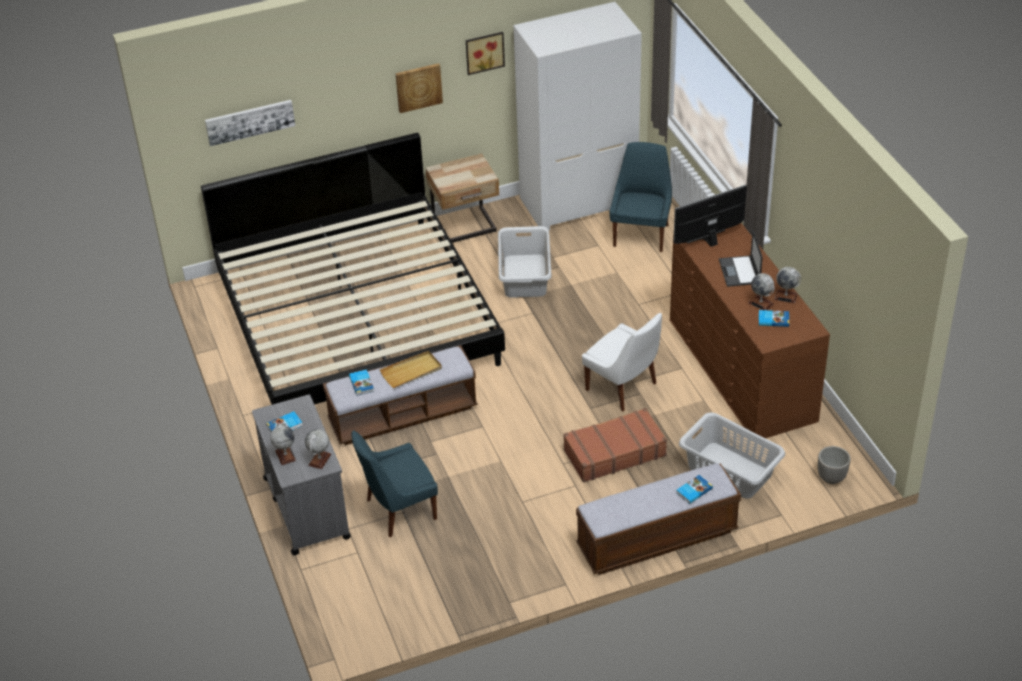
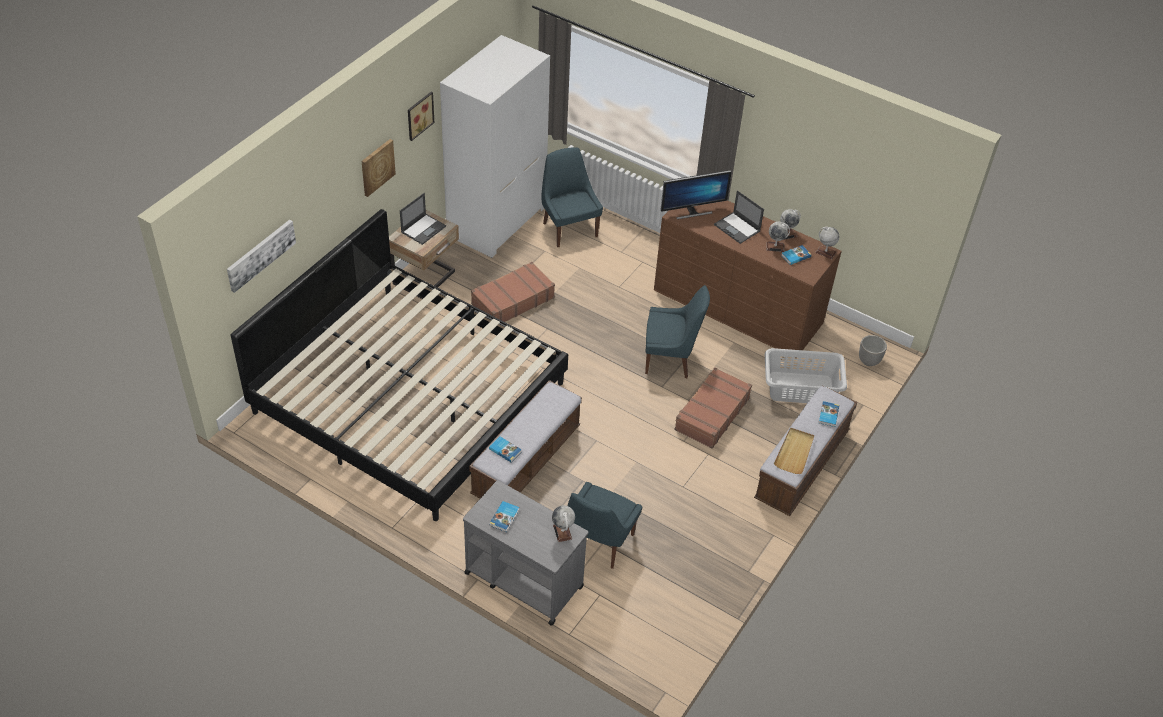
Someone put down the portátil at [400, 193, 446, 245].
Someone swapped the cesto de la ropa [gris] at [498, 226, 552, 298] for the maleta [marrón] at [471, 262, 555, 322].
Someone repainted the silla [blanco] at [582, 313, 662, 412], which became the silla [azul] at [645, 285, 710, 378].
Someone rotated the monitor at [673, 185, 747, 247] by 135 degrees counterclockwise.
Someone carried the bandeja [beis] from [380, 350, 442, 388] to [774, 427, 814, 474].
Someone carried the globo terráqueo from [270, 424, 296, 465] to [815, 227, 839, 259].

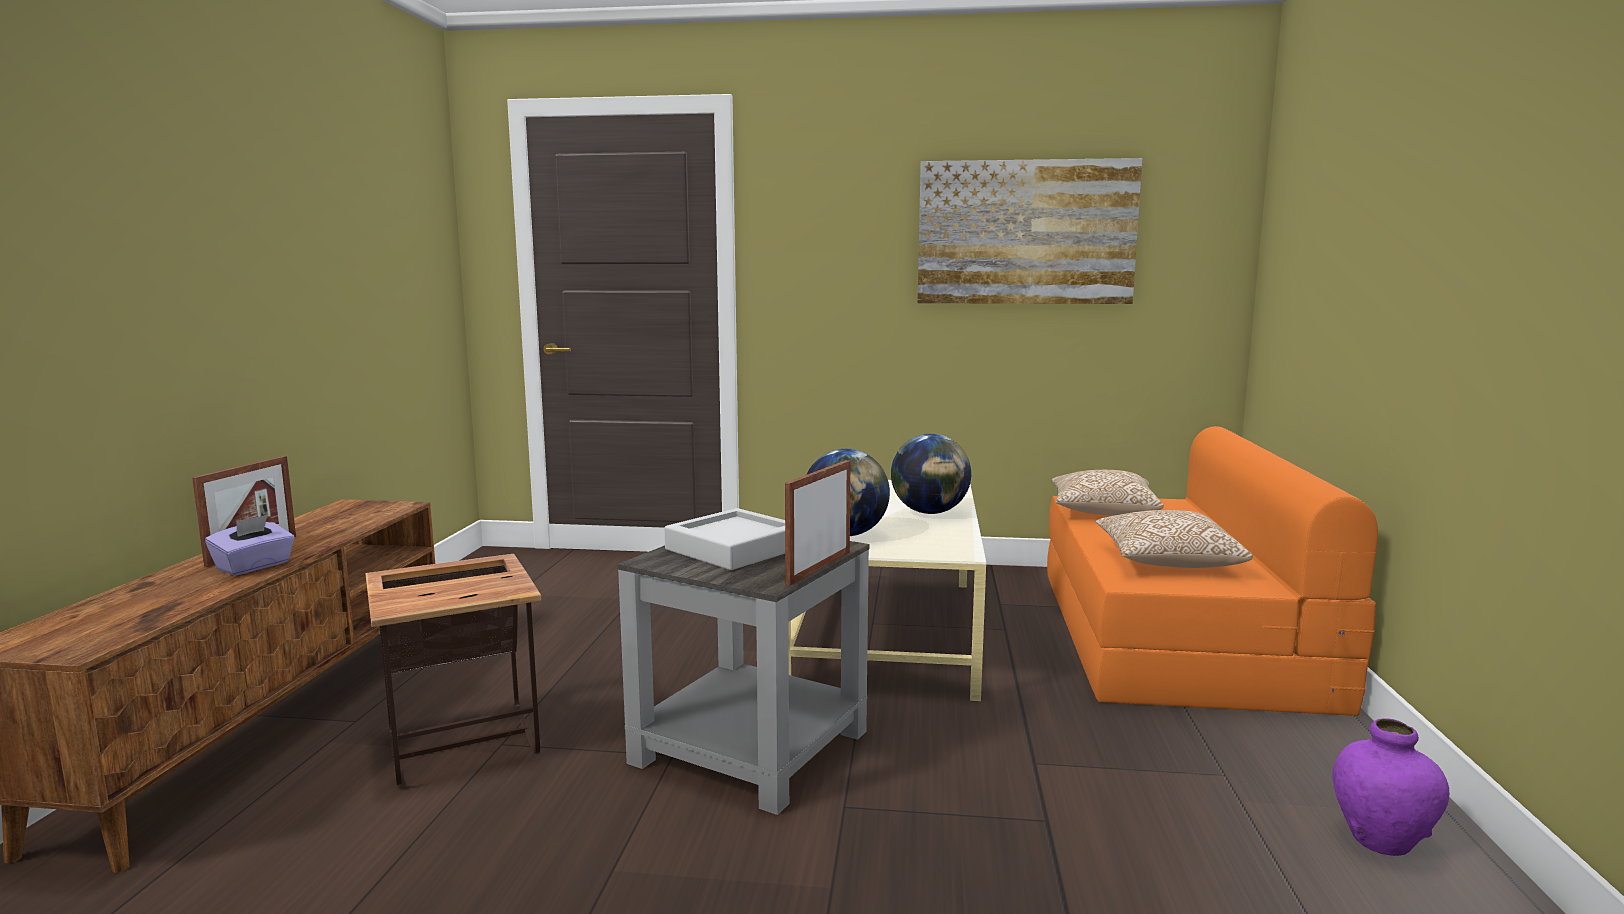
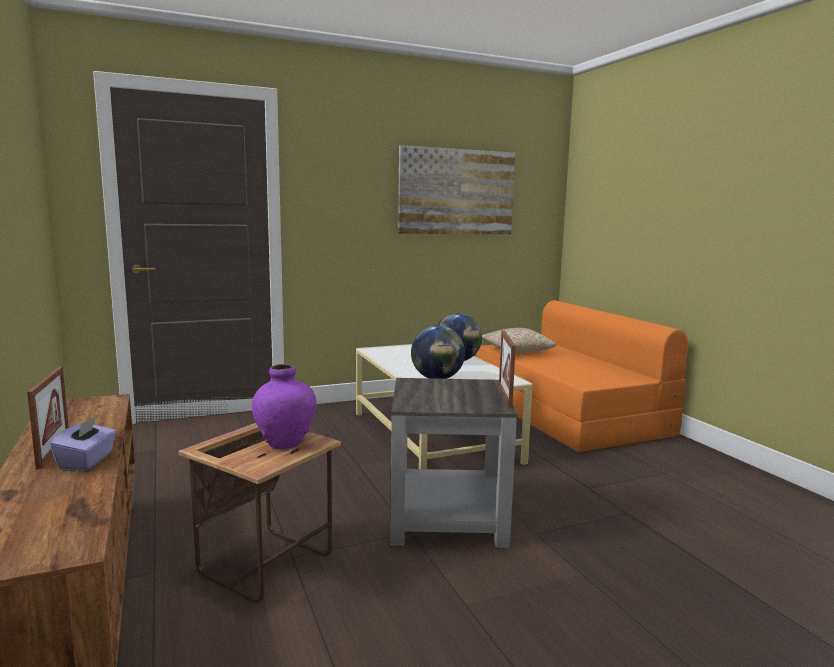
Someone carried the florero [morado] from [1332, 718, 1450, 856] to [252, 364, 316, 449].
Someone took away the bandeja [gris] at [664, 508, 785, 570].
Someone took away the cojín at [1096, 510, 1253, 568].

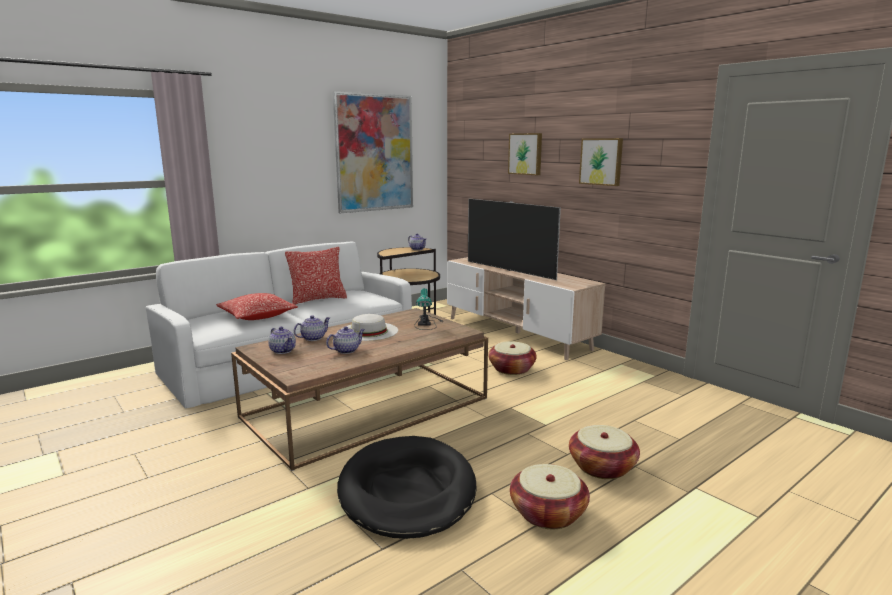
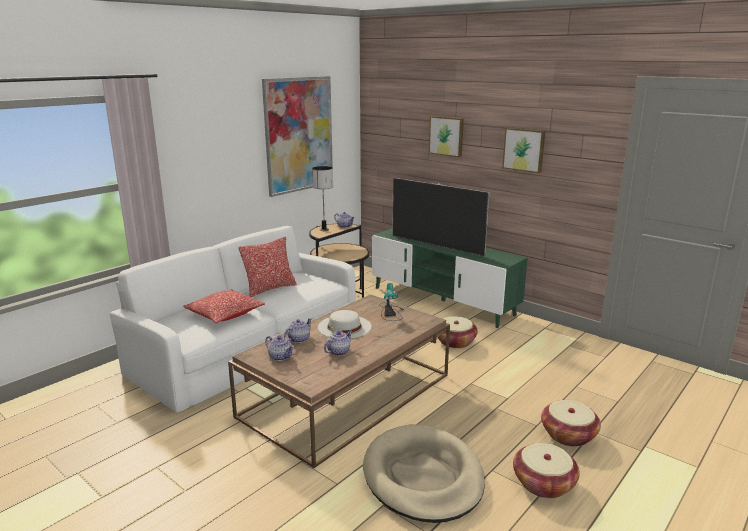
Someone put down the lámpara de mesa at [312, 166, 333, 231].
Someone repainted the cama para perro [negro] at [337, 436, 476, 539], which became the cama para perro [beis] at [363, 424, 485, 523].
Someone repainted the mueble de televisión [beis] at [447, 257, 605, 360], which became the mueble de televisión [verde] at [372, 229, 528, 328].

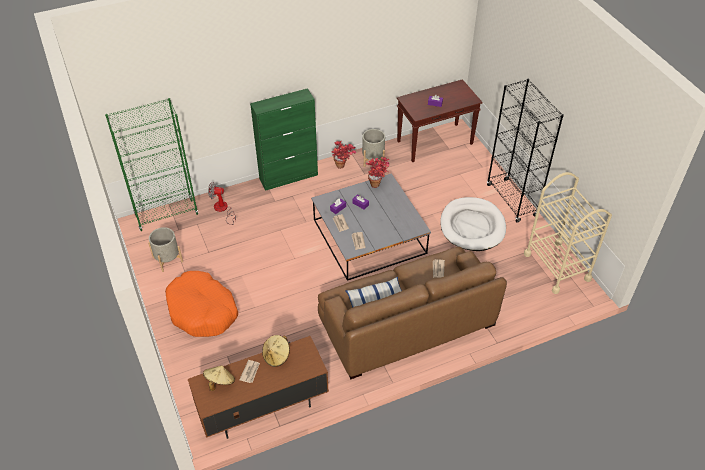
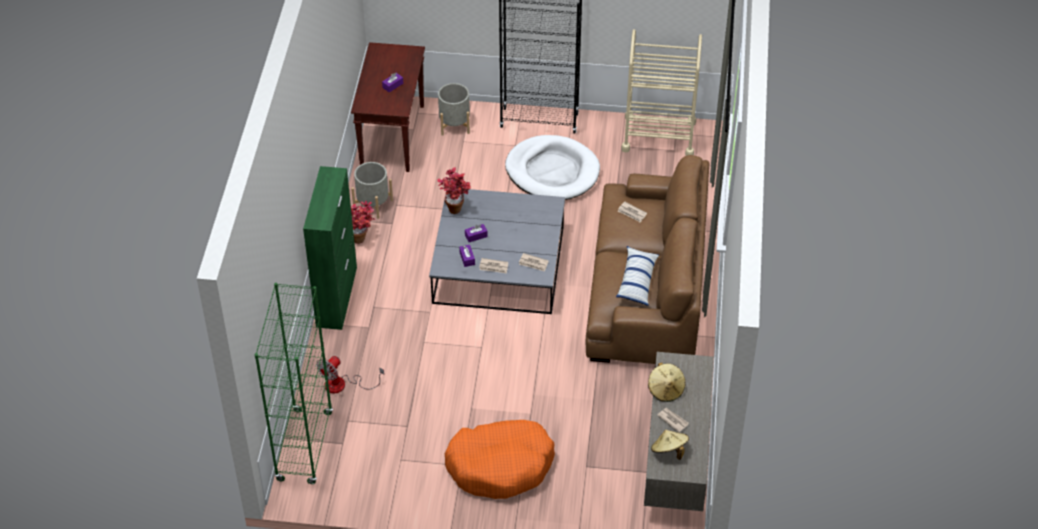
Someone carried the maceta [gris] from [148, 227, 183, 272] to [438, 83, 470, 136].
Someone repainted the mueble de televisión [marrón] at [188, 336, 329, 439], which became the mueble de televisión [gris] at [644, 352, 714, 511].

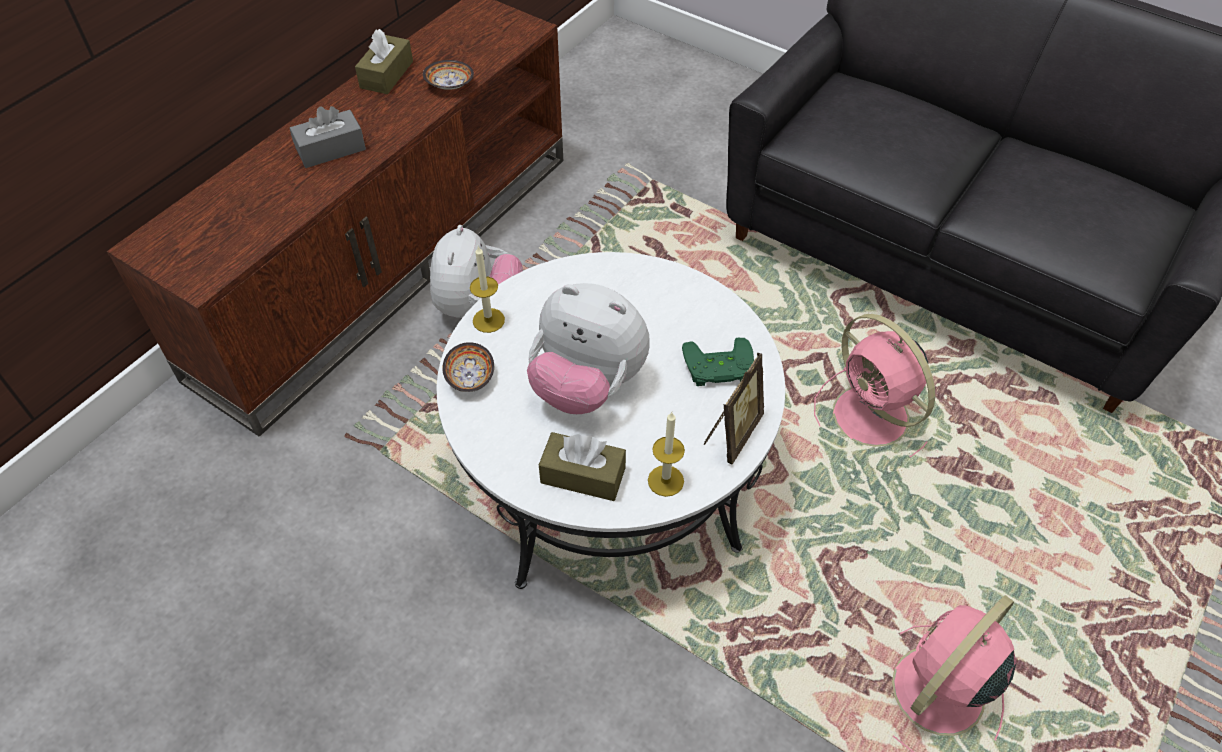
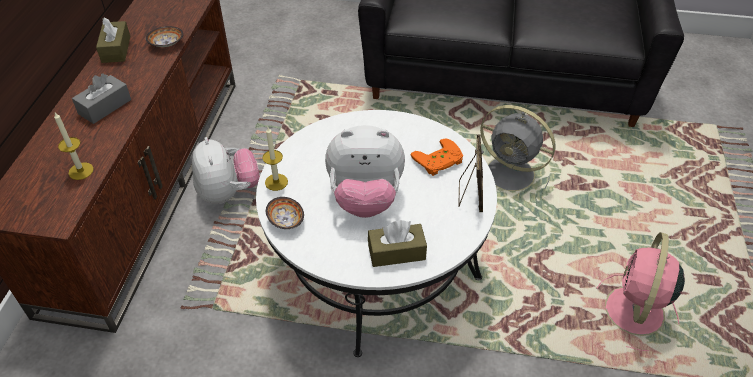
Someone carried the vela from [648, 412, 685, 497] to [54, 113, 94, 180].
Someone repainted the mando de consola [verde] at [682, 338, 754, 386], which became the mando de consola [naranja] at [410, 138, 463, 176].
Someone repainted the ventilador [rosa] at [814, 314, 935, 457], which became the ventilador [gris] at [480, 105, 555, 191].

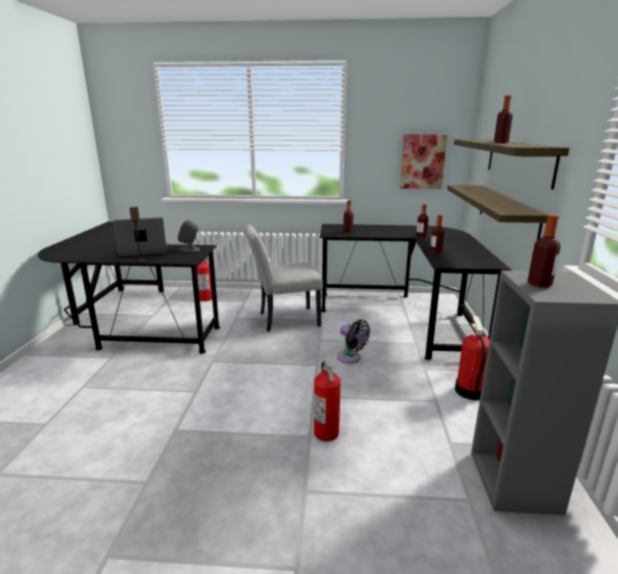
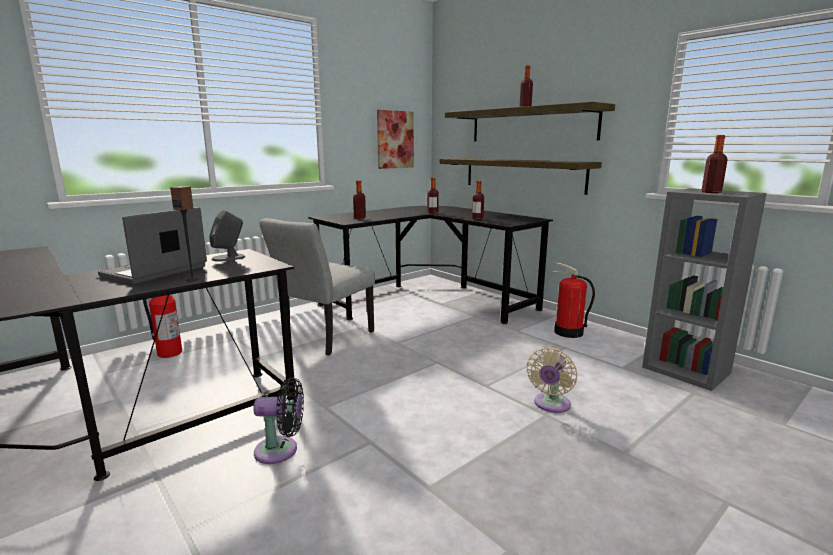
Someone carried the ventilador [negro] from [337, 320, 370, 364] to [253, 377, 304, 464].
Someone swapped the extintor at [314, 361, 341, 441] for the ventilador [beis] at [527, 348, 577, 413].

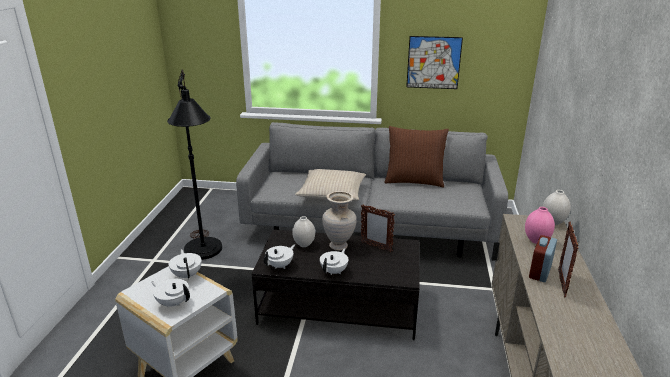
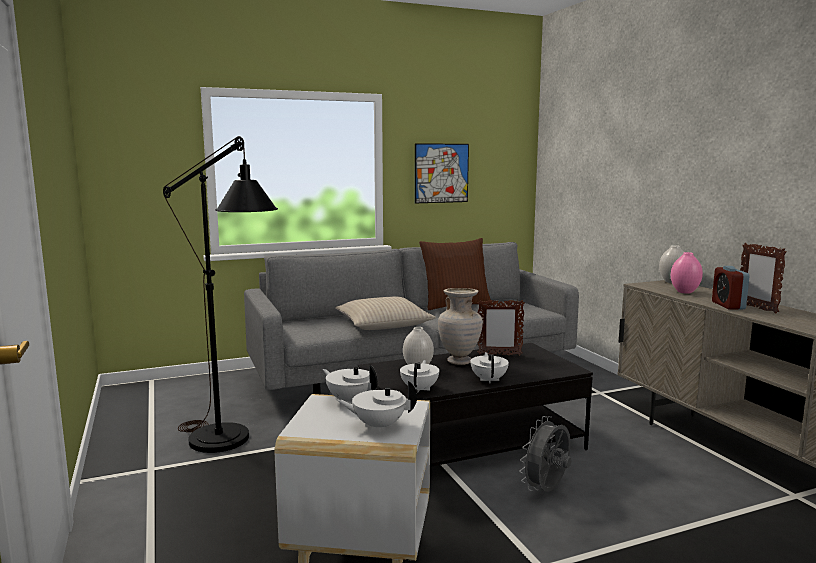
Someone put down the ventilador [gris] at [519, 416, 571, 492].

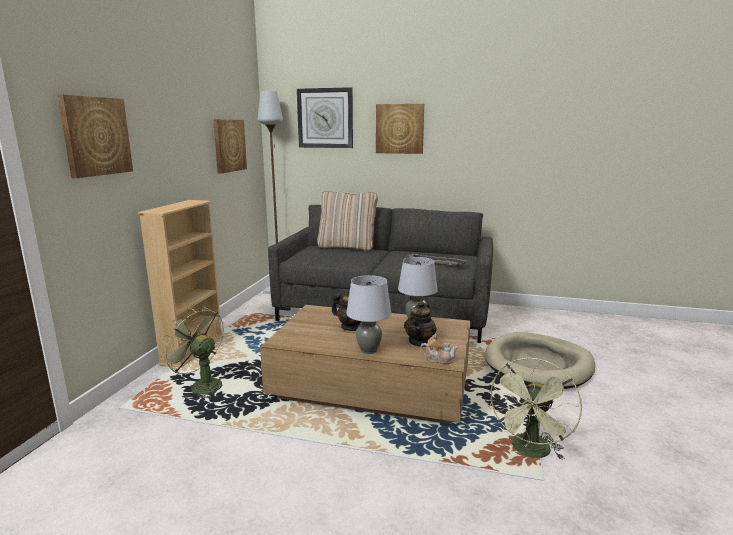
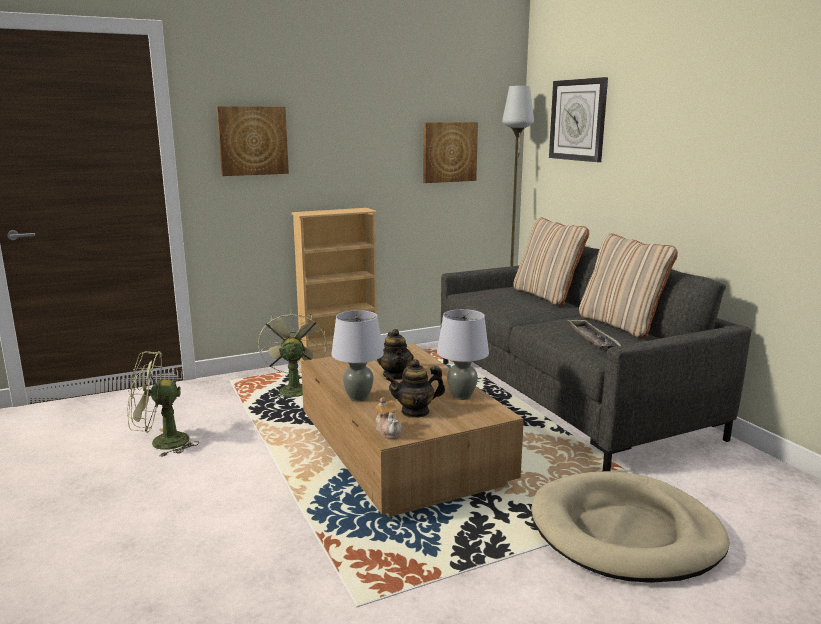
Someone carried the ventilador [verde] from [488, 358, 582, 460] to [127, 351, 199, 457].
Someone put down the cojín [beis] at [579, 233, 678, 338].
Someone took away the cuadro at [376, 104, 424, 154].

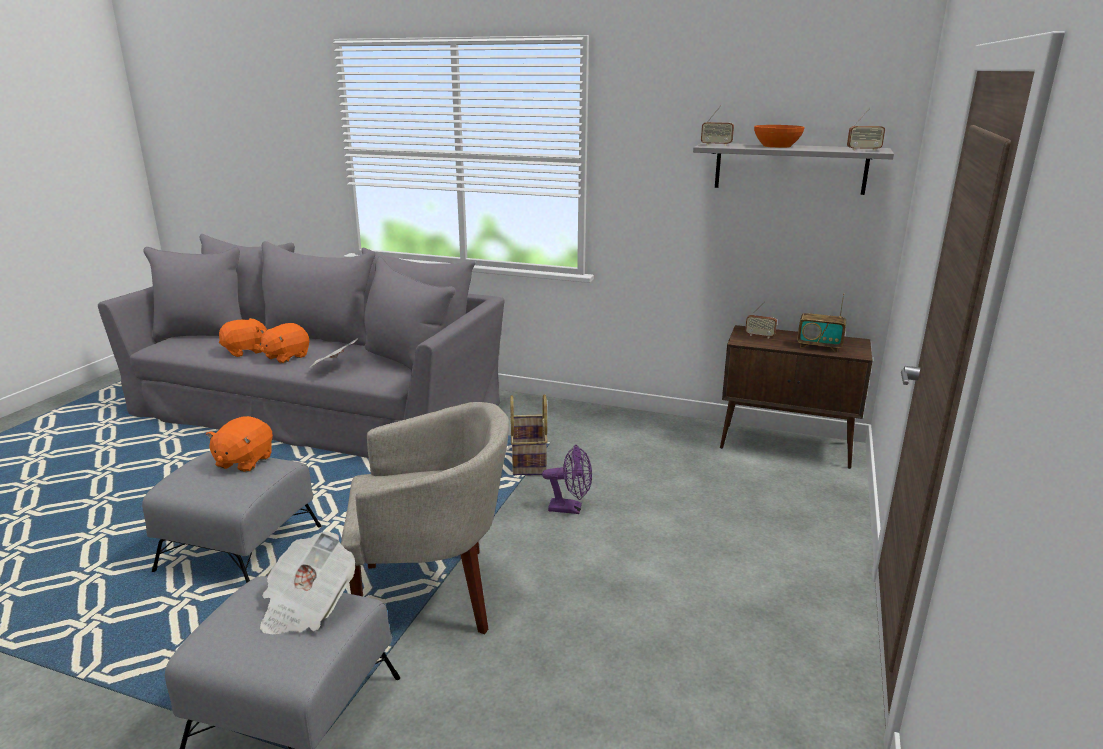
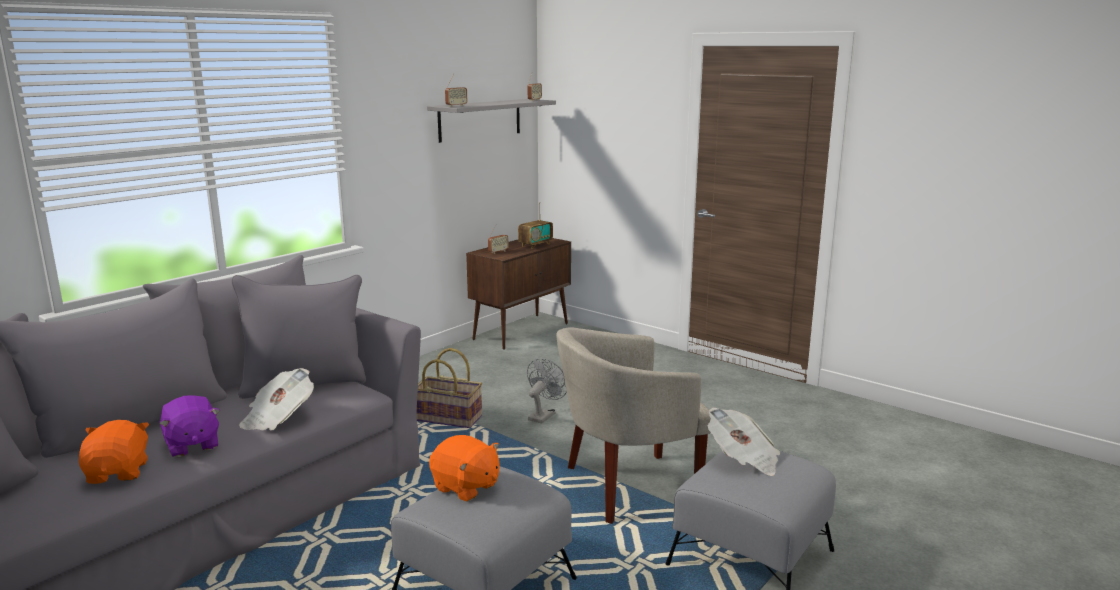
Someone repainted the peluche [naranja] at [260, 323, 309, 363], which became the peluche [morado] at [159, 395, 220, 457].
Someone repainted the ventilador [morado] at [542, 445, 592, 514], which became the ventilador [gris] at [527, 358, 567, 424].
Someone rotated the sillón [beis] at [341, 402, 509, 634] by 120 degrees counterclockwise.
Someone took away the cuenco [naranja] at [754, 125, 805, 148].

